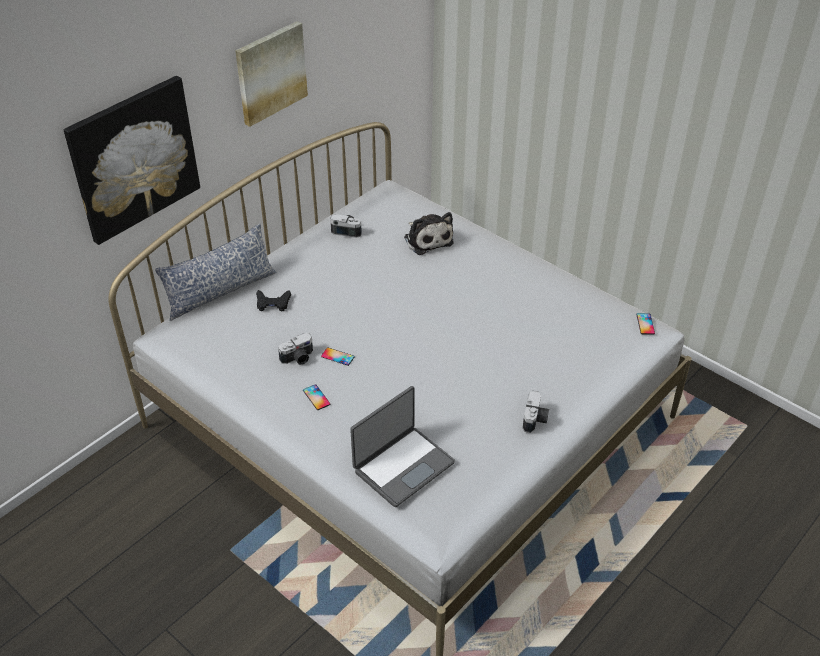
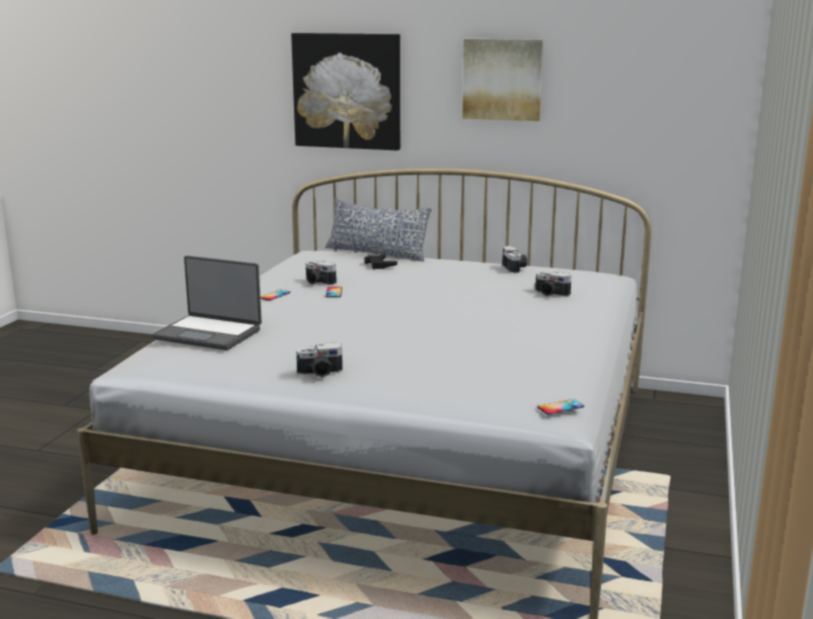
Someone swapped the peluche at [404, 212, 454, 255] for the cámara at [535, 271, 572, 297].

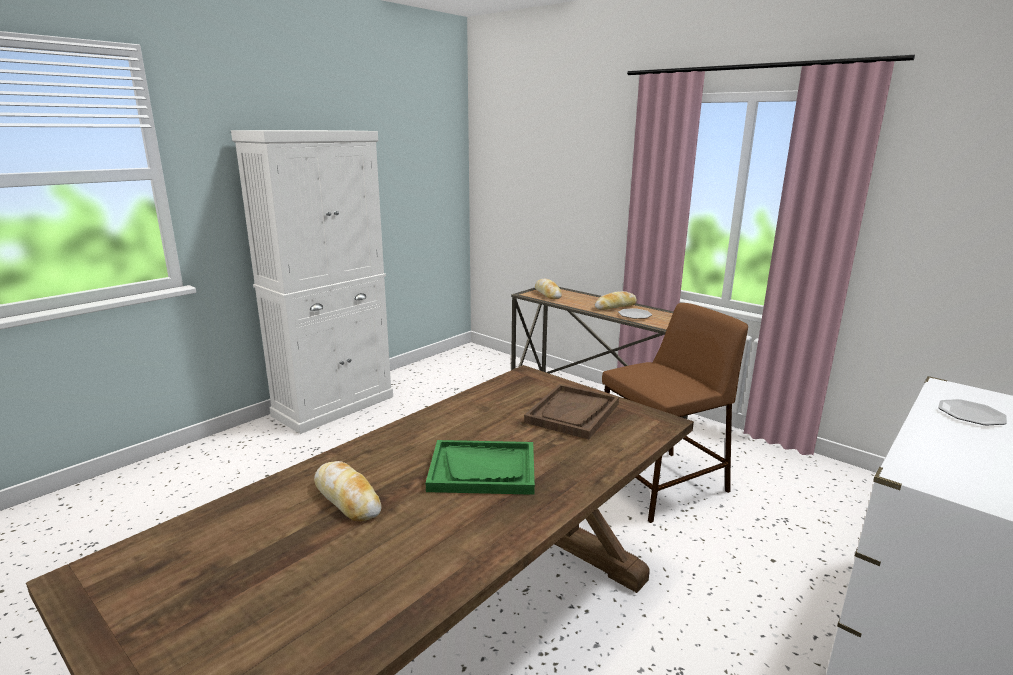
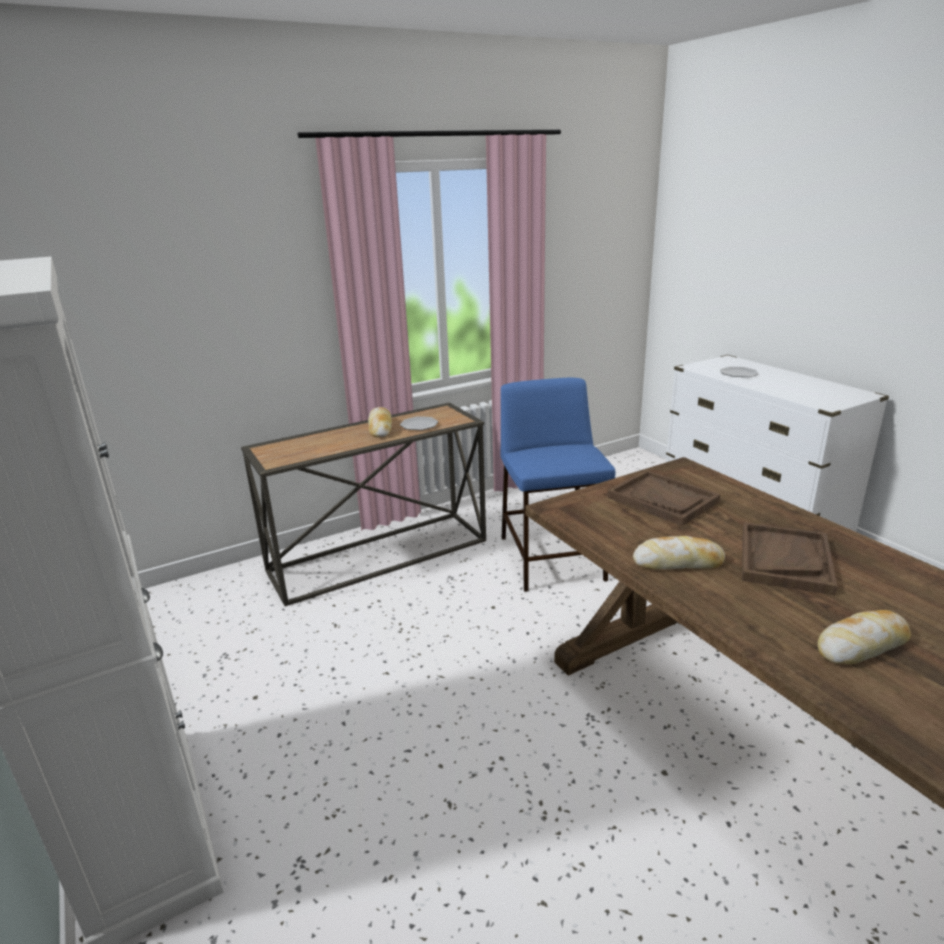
Someone repainted the taburete [marrón] at [602, 303, 748, 523], which became the taburete [azul] at [501, 377, 615, 592].
Someone carried the pan from [535, 279, 562, 299] to [633, 536, 725, 569].
Someone repainted the bandeja [verde] at [426, 440, 535, 495], which became the bandeja [marrón] at [742, 522, 837, 595].

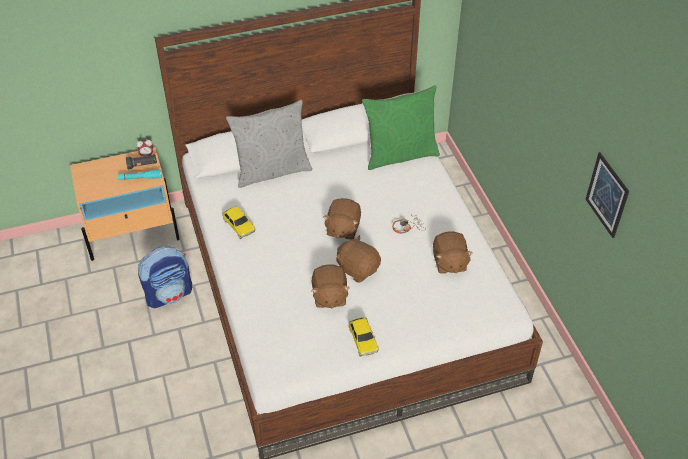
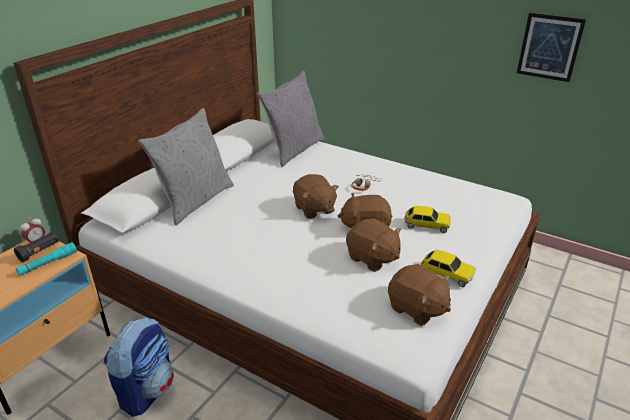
Someone repainted the cojín [verde] at [362, 85, 440, 170], which became the cojín [gris] at [257, 71, 324, 167].
Someone carried the peluche [marrón] from [433, 232, 473, 274] to [388, 264, 451, 326].
Someone carried the coche de juguete from [222, 206, 255, 239] to [405, 206, 451, 233].

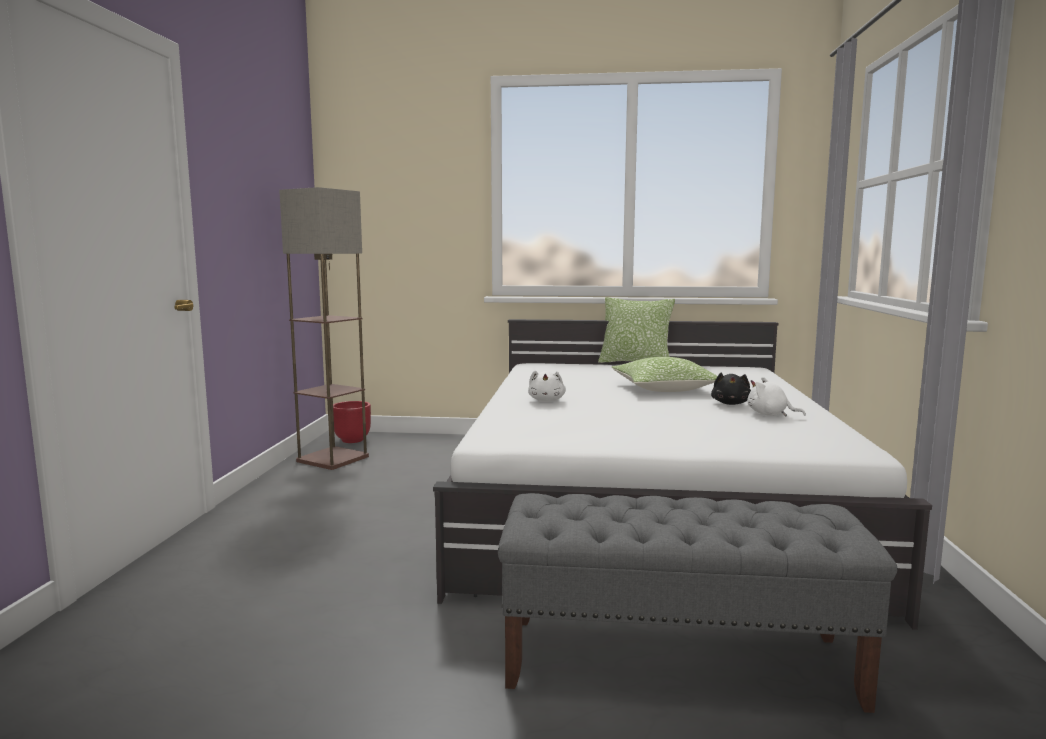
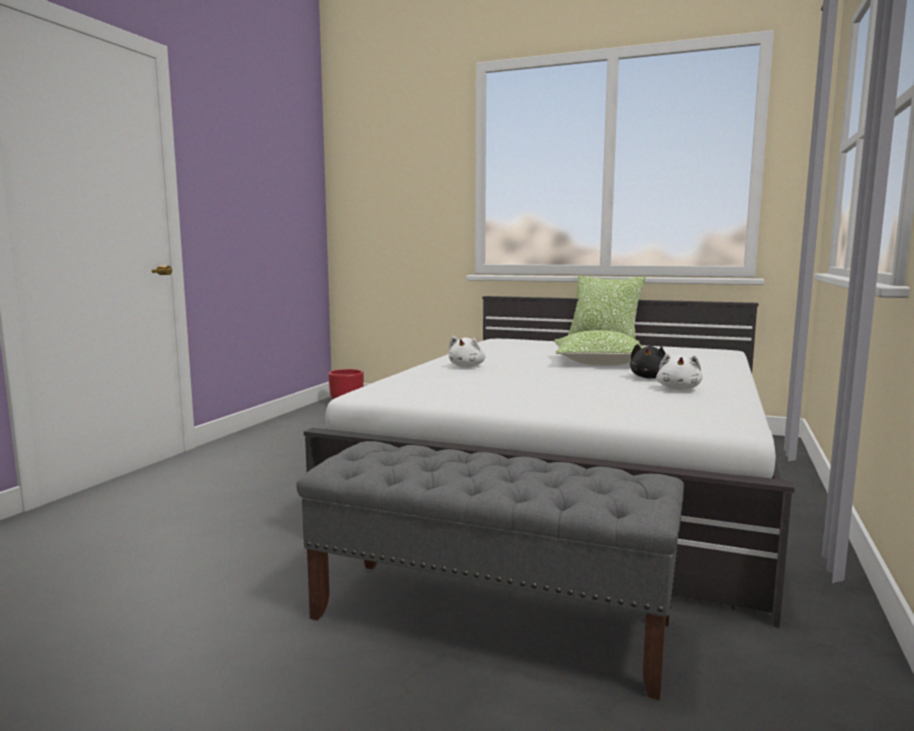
Someone rotated the peluche [blanco] at [747, 377, 806, 417] by 120 degrees counterclockwise.
Someone took away the lámpara de pie at [279, 187, 369, 470].

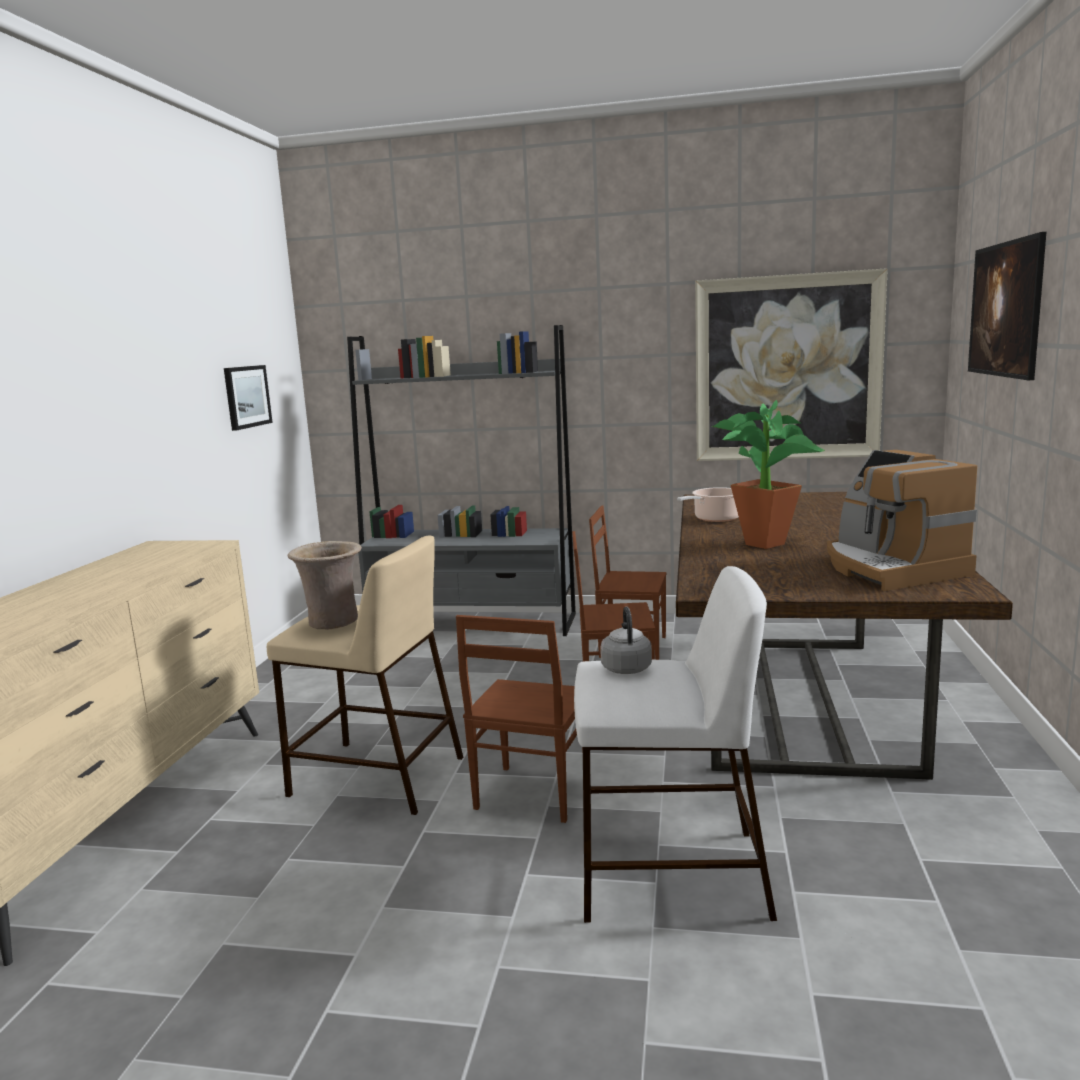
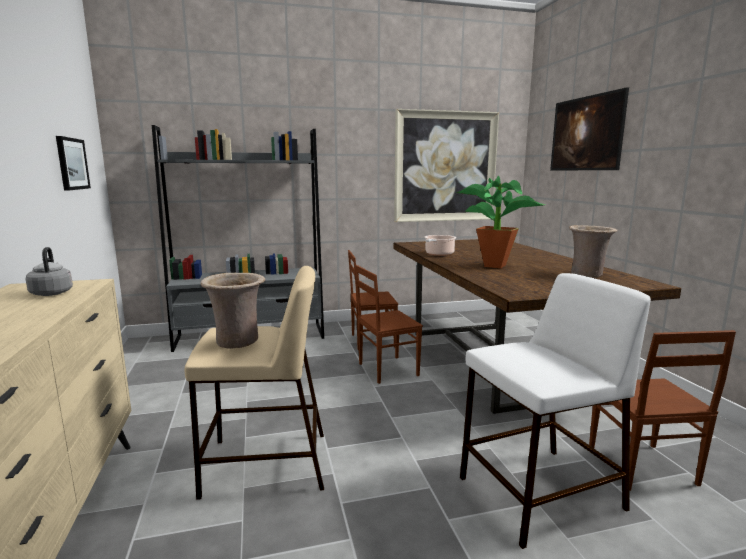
Someone carried the hervidor [gris] from [600, 607, 652, 674] to [26, 247, 73, 296].
Someone swapped the cafetera at [827, 450, 977, 591] for the florero [beis] at [569, 225, 618, 278].
Someone carried the silla [marrón] from [456, 615, 583, 823] to [589, 330, 736, 491].

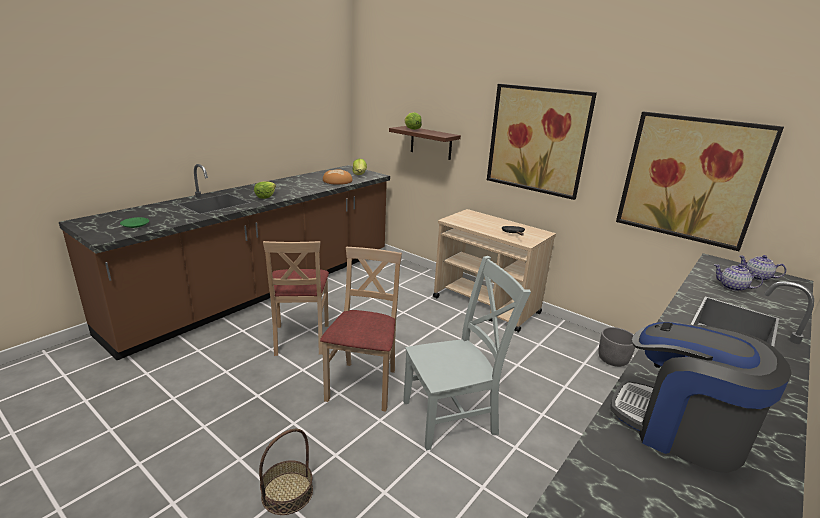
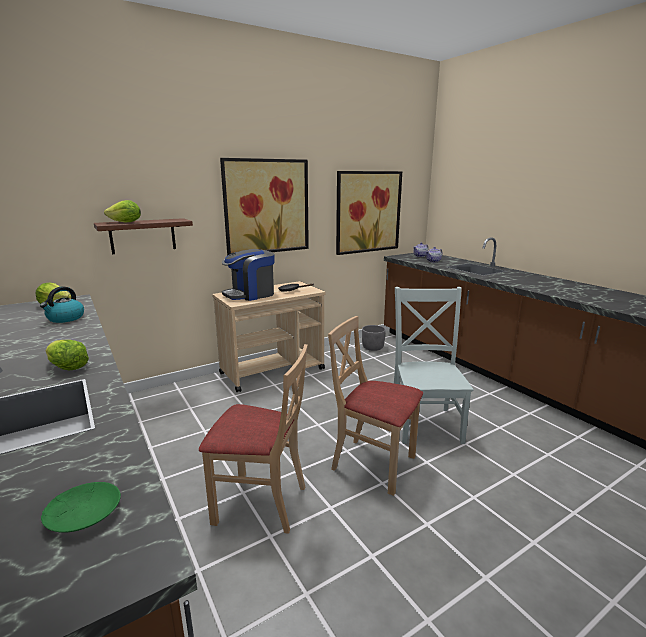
Someone swapped the pan at [323, 169, 353, 185] for the hervidor at [40, 286, 84, 323].
Someone carried the cafetera from [610, 322, 792, 473] to [222, 249, 275, 301].
Someone took away the cesta at [259, 429, 313, 515].

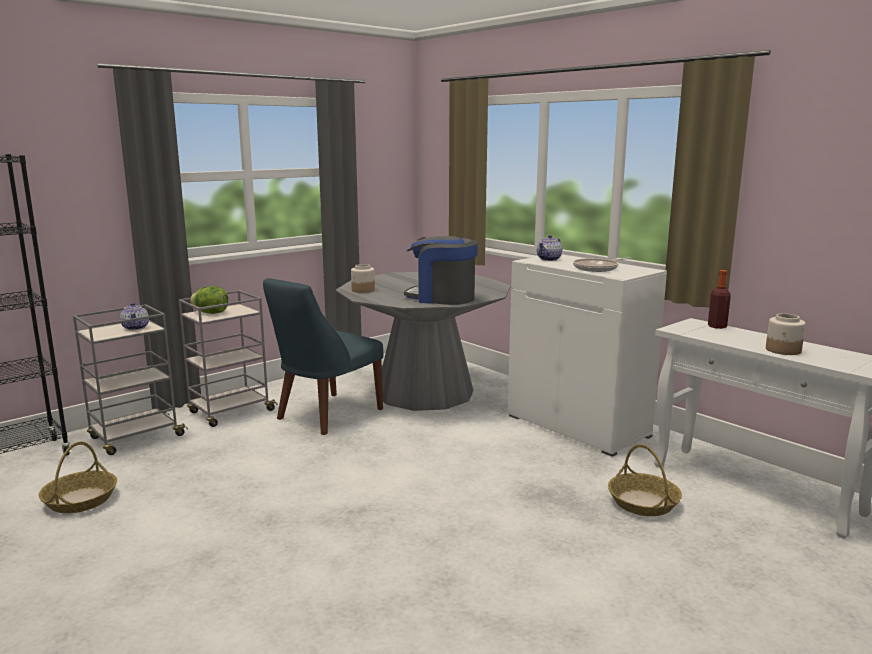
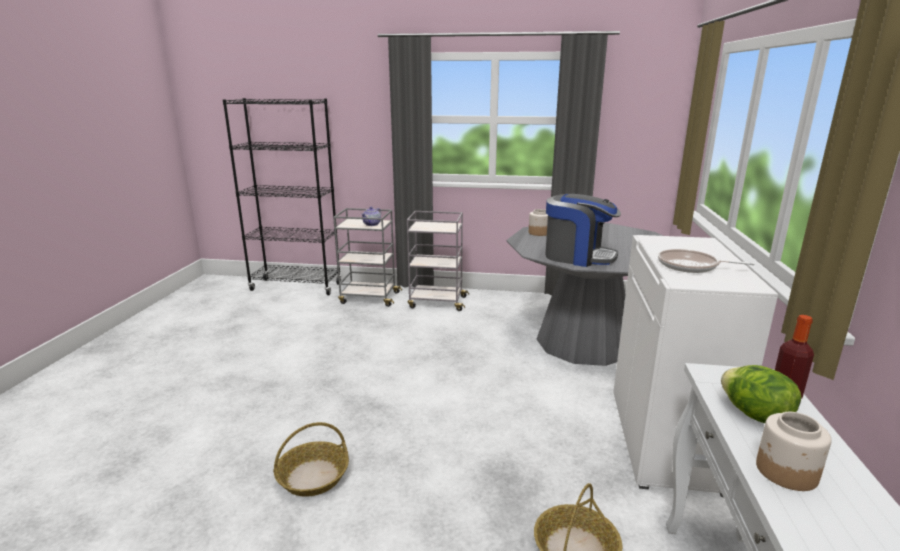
Someone carried the cesta from [39, 442, 117, 513] to [273, 422, 349, 497].
Someone rotated the cafetera at [404, 236, 478, 305] by 135 degrees clockwise.
Someone carried the lechuga from [190, 286, 228, 314] to [721, 365, 801, 423].
Someone took away the silla [azul] at [263, 278, 383, 435].
Someone took away the tetera at [537, 235, 562, 261].

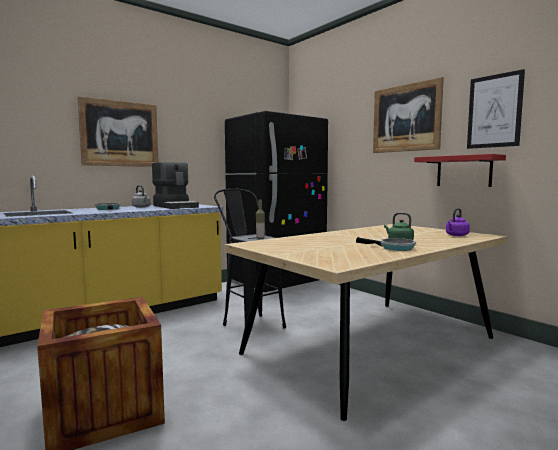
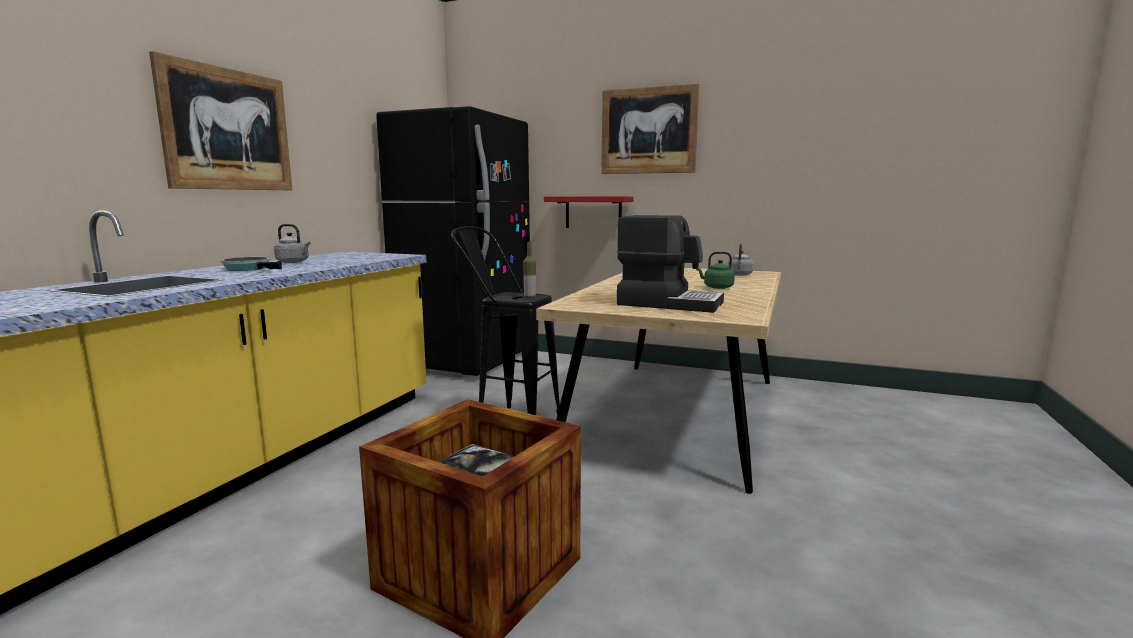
Someone carried the estante [rojo] from [414, 154, 506, 187] to [544, 196, 634, 228].
Someone carried the cafetera from [152, 162, 199, 209] to [617, 215, 724, 313].
Someone repainted the hervidor [morado] at [446, 208, 470, 236], which became the hervidor [gris] at [728, 244, 754, 275].
Someone took away the sartén at [356, 237, 416, 251].
Someone took away the cuadro at [467, 69, 525, 149].

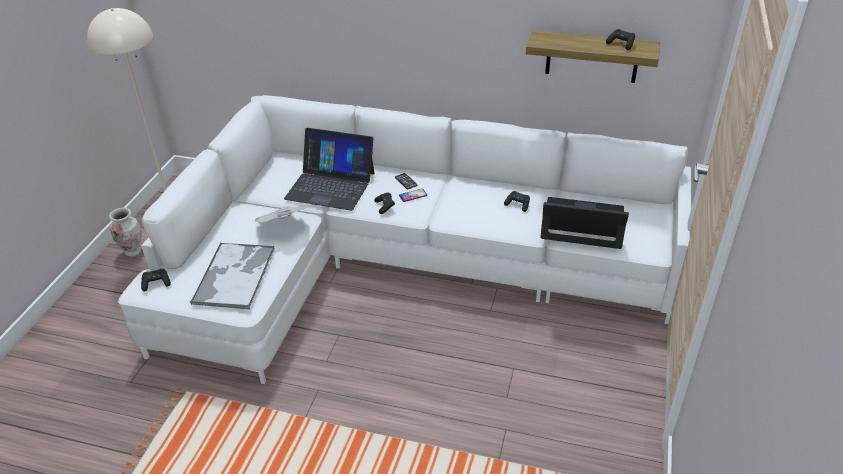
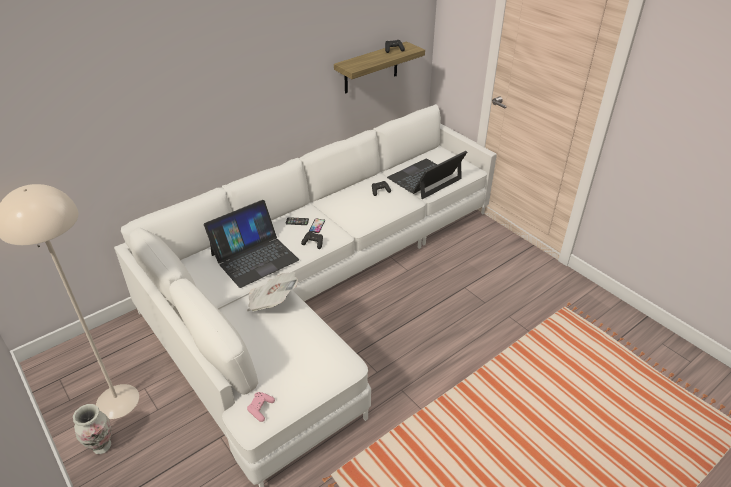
Someone repainted the mando de consola [negro] at [141, 269, 171, 292], which became the mando de consola [rosa] at [247, 392, 275, 422].
Someone took away the bandeja at [190, 243, 275, 309].

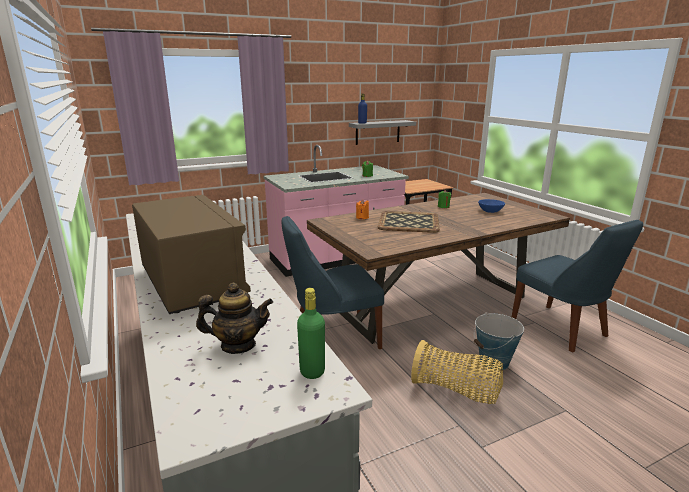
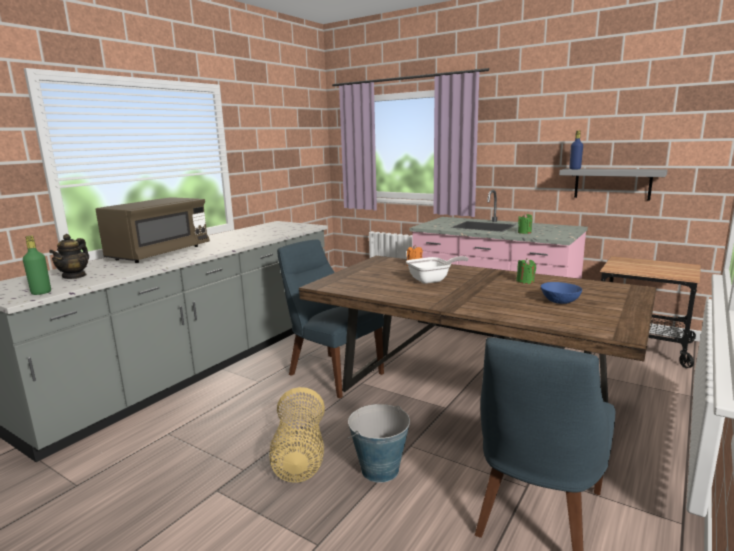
Someone rotated the tetera at [196, 282, 273, 354] by 45 degrees clockwise.
Someone swapped the bandeja at [378, 211, 440, 233] for the sartén at [406, 256, 469, 284].

